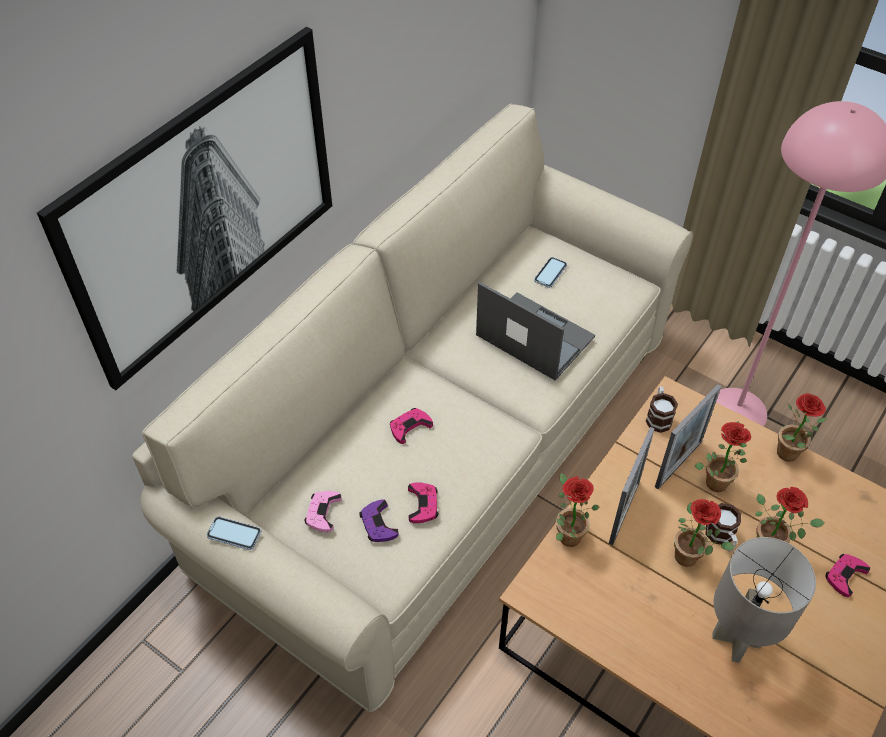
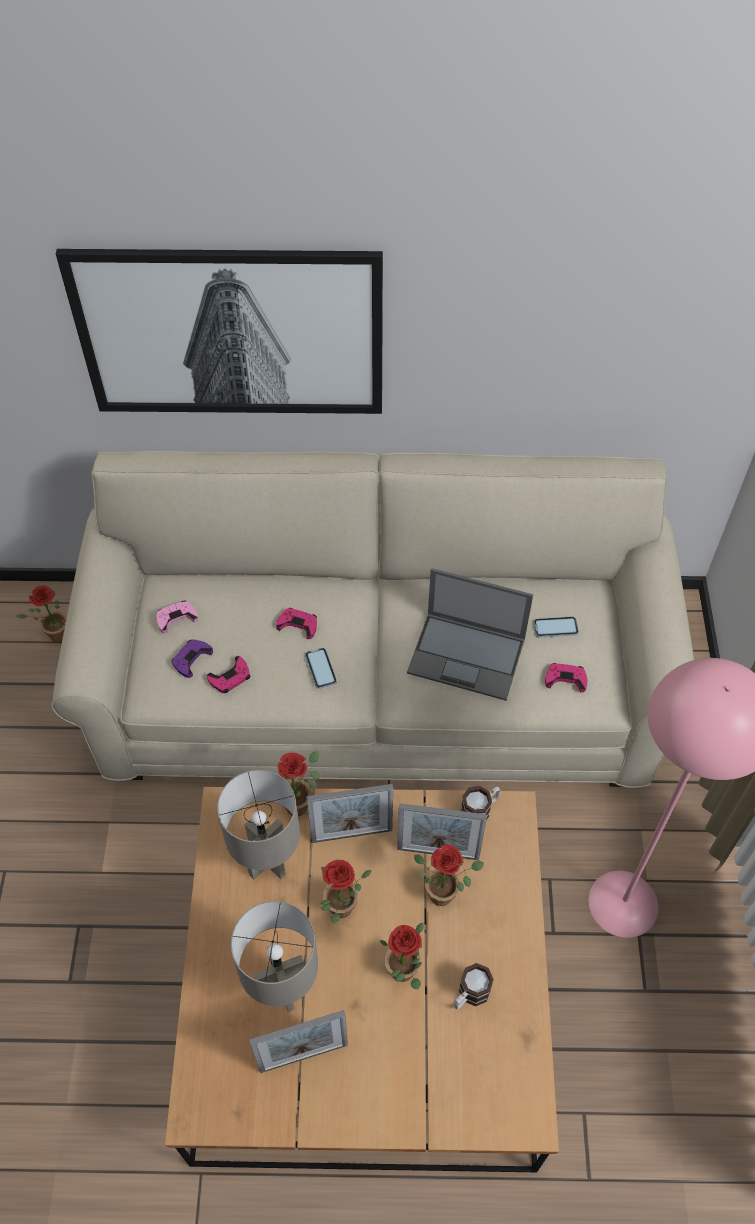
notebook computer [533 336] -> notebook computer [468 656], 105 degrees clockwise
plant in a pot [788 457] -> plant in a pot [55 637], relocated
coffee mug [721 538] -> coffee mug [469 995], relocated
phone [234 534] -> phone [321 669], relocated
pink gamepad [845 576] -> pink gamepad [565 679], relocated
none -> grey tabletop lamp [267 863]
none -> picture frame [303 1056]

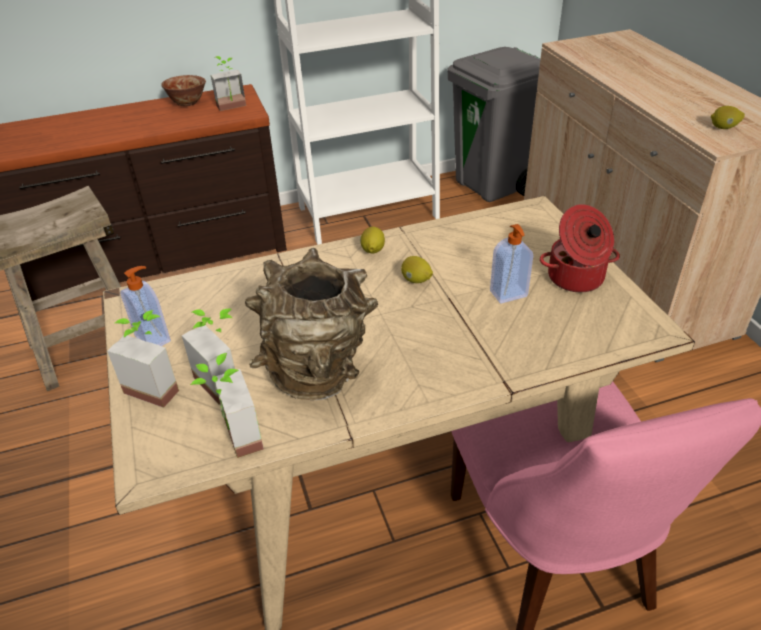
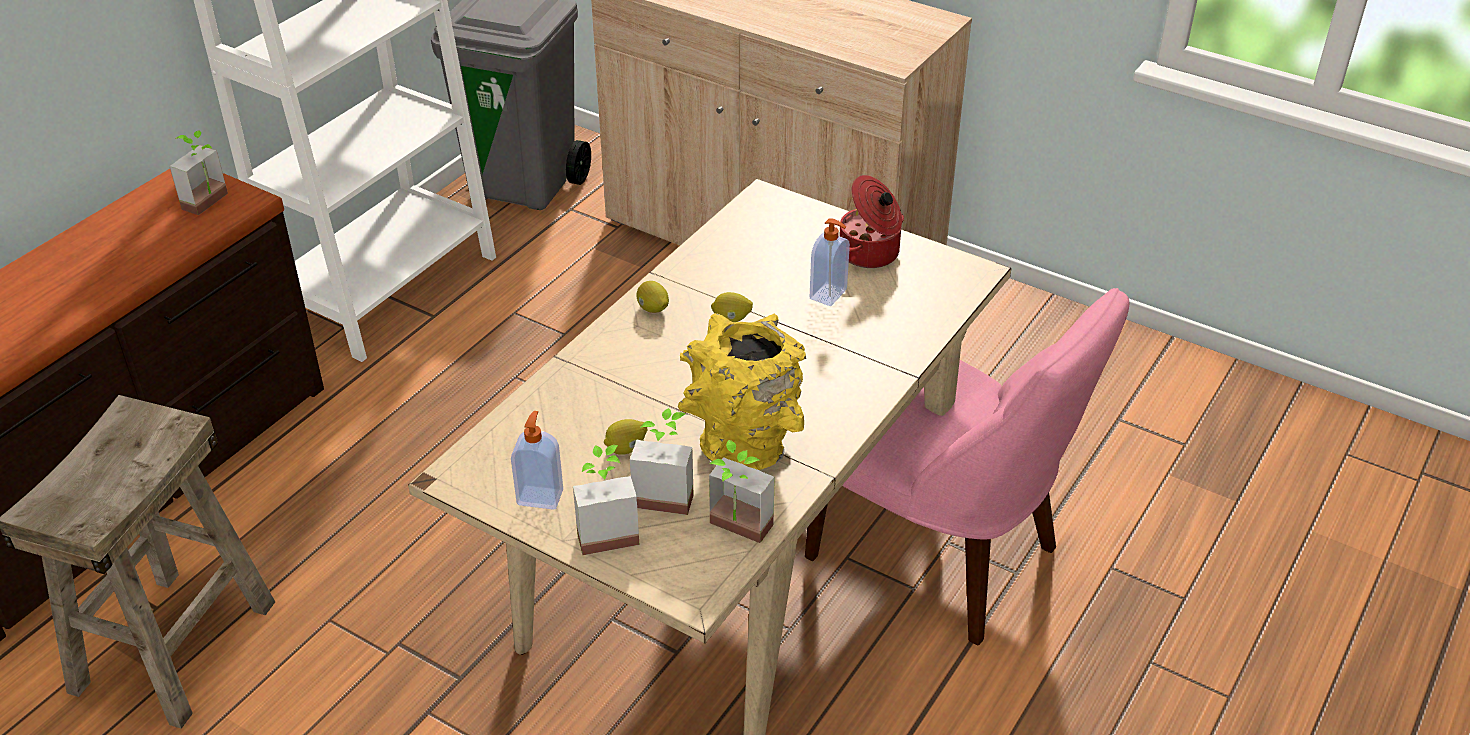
bowl [187 103] -> none
lemon [723 128] -> lemon [626 448], relocated
brown vase [319 372] -> yellow-coloured vase [743 443]

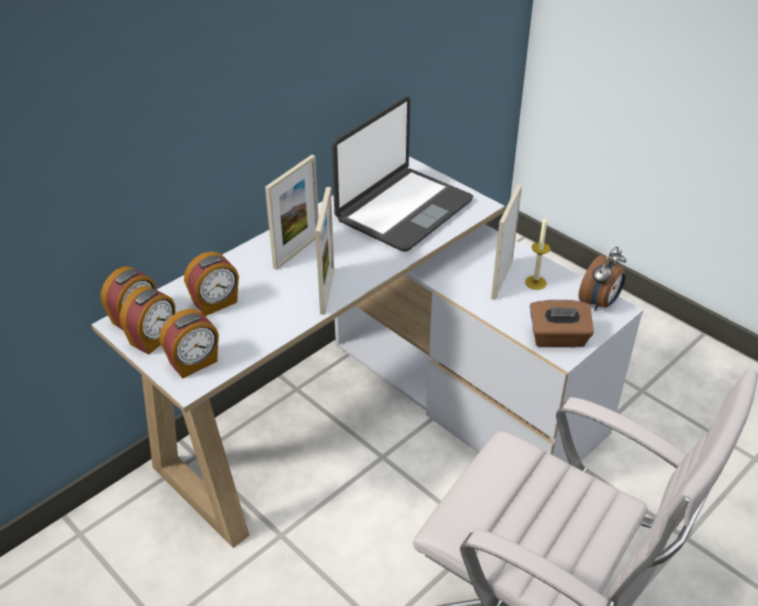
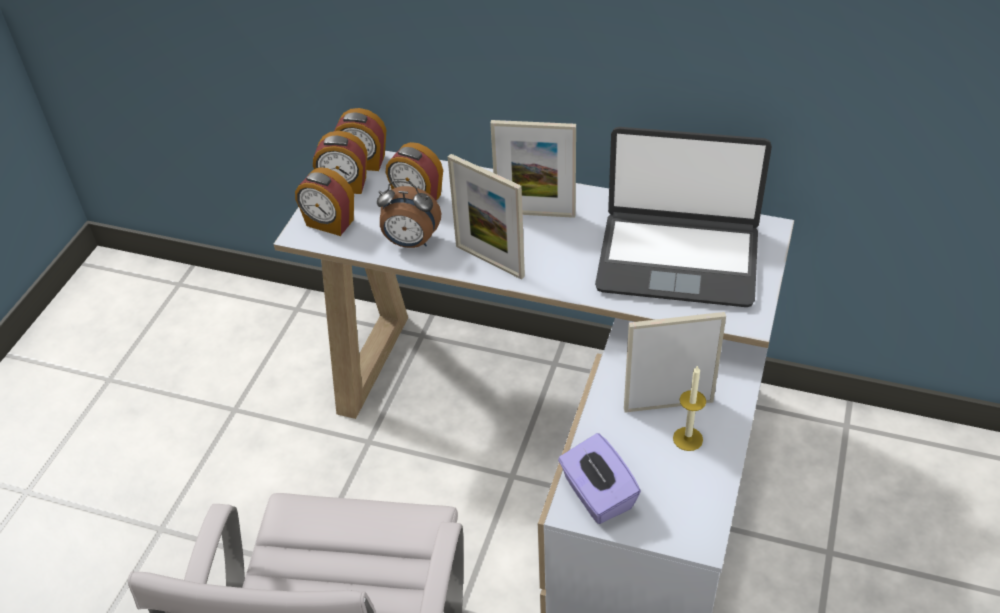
picture frame [327 290] -> picture frame [489 261], 60 degrees clockwise
bedside clock [599 303] -> bedside clock [411 243], relocated
brown box of tissues [558 338] -> purple-coloured box of tissues [597 495]

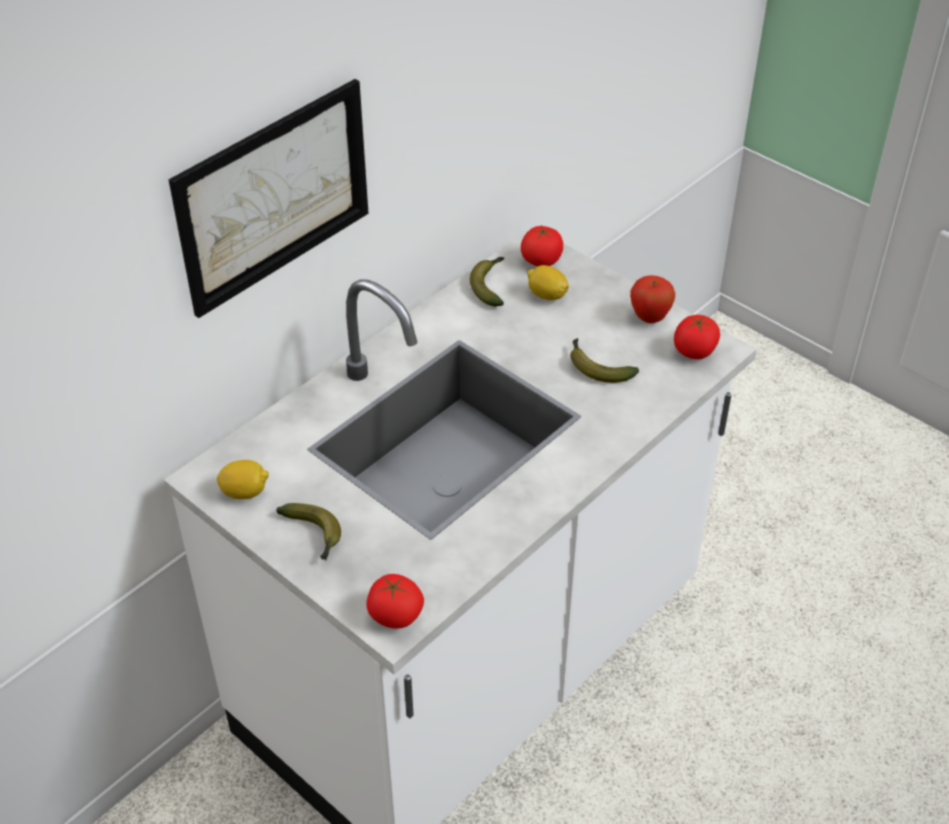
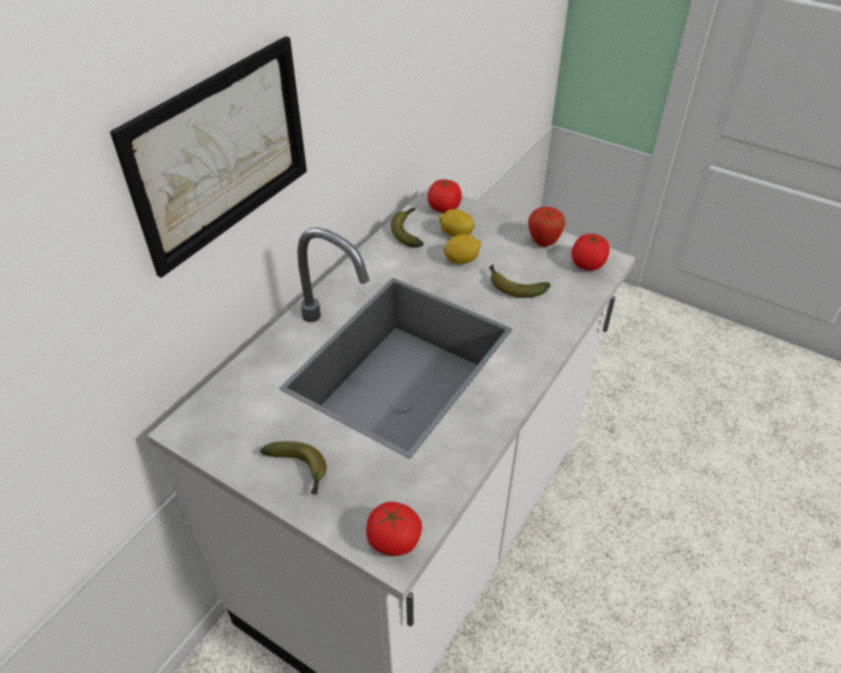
lemon [245 492] -> lemon [461 260], relocated

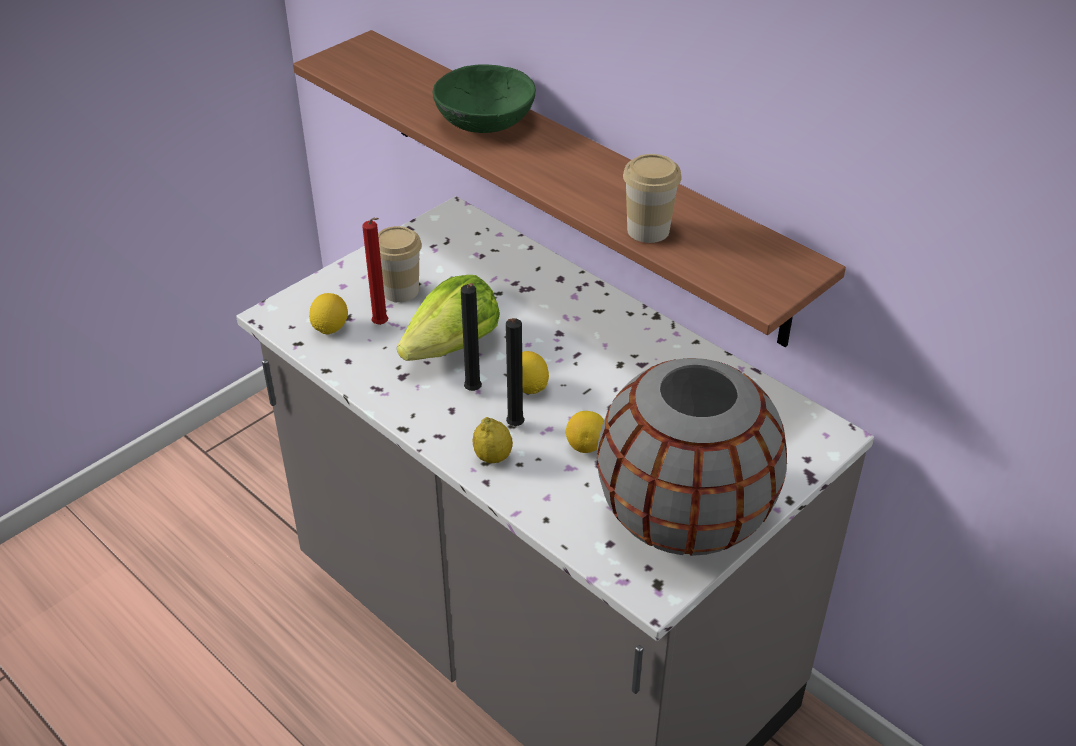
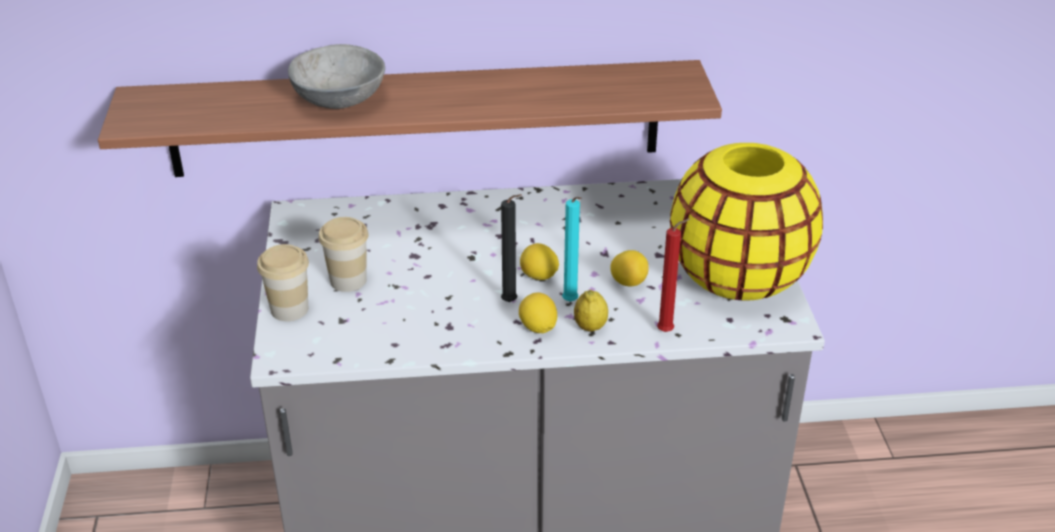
greenish bowl [484 121] -> grey bowl [338 98]
small cup [648 230] -> small cup [289 309], relocated
reddish wax light [382 326] -> reddish wax light [668 331], relocated
head of lettuce [453 347] -> none
lemon [330 328] -> lemon [538 328], relocated
black-coloured wax light [514 427] -> turquoise-coloured wax light [571 303]
grey vase [683 516] -> yellow-coloured vase [738 278]

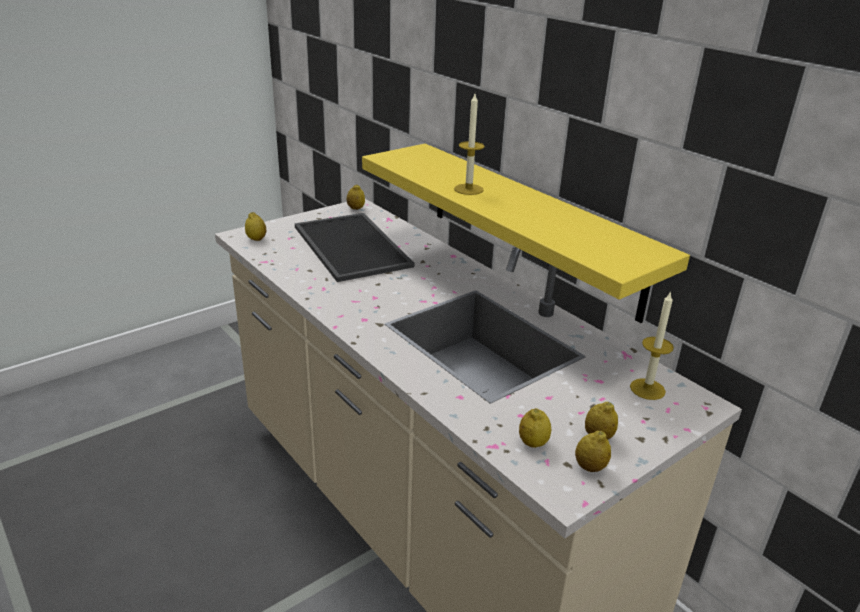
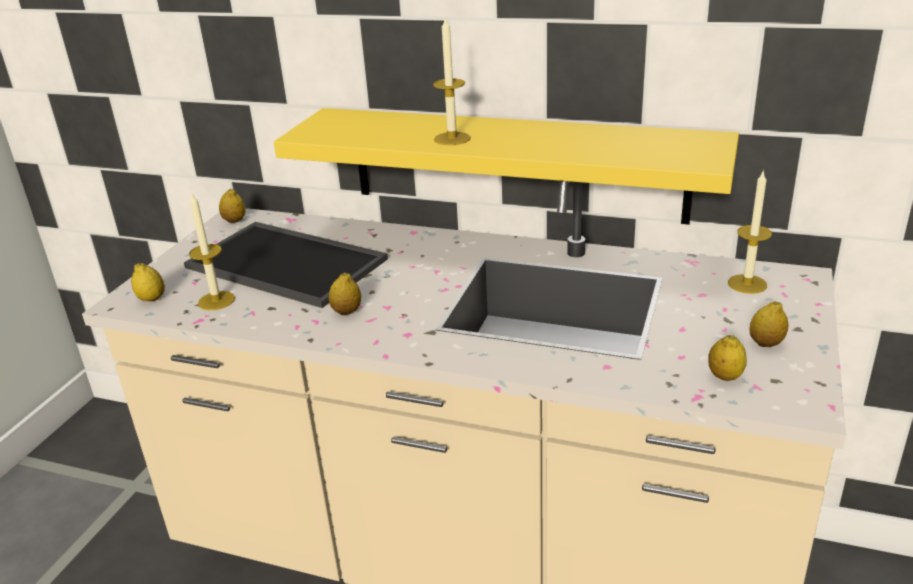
lemon [590 467] -> lemon [347 312], relocated
none -> wax light [216 300]

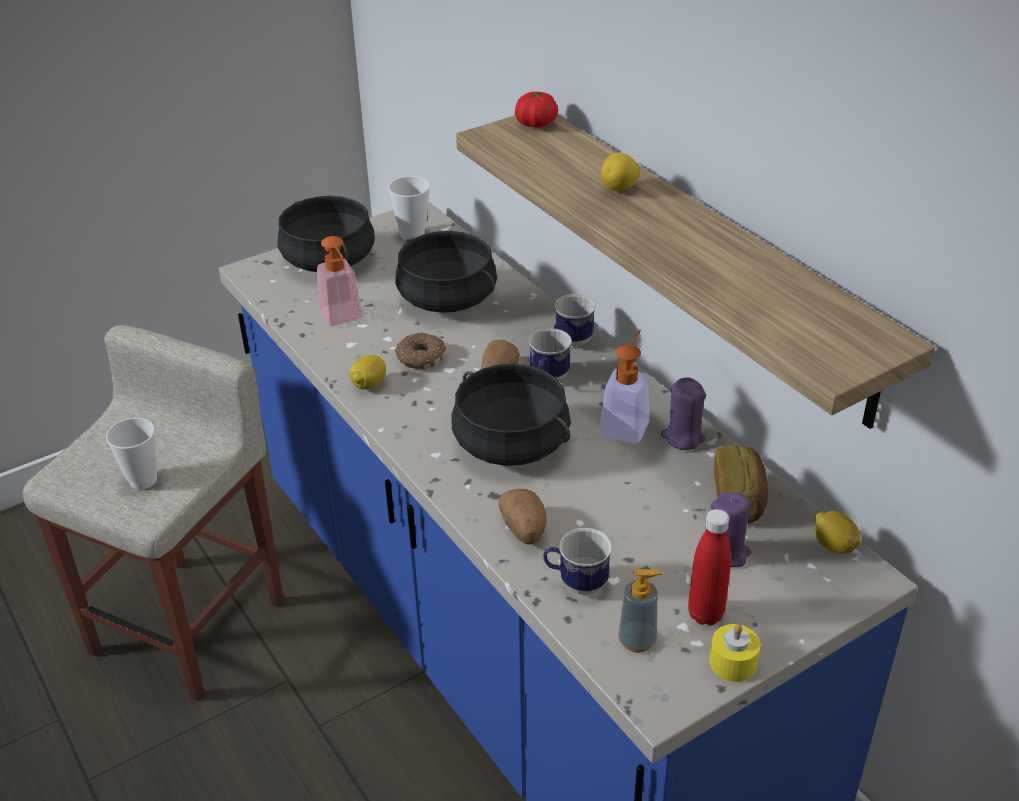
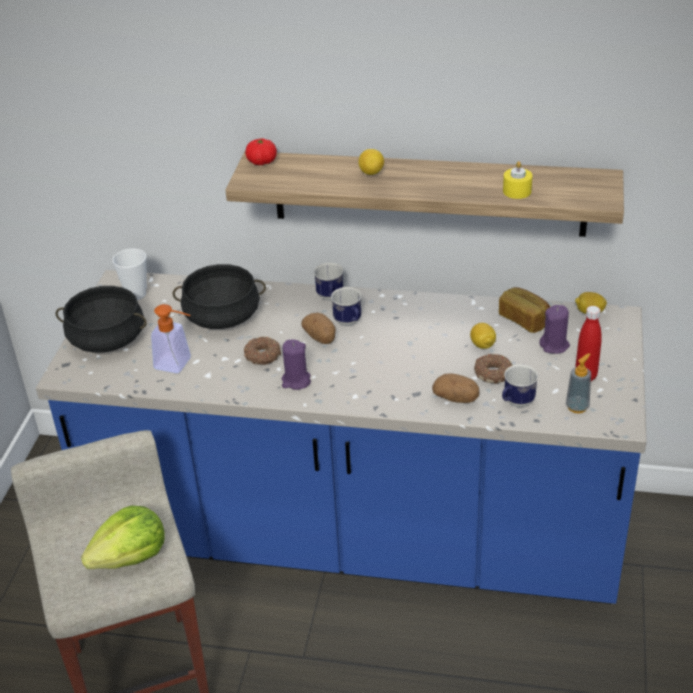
soap bottle [626 423] -> none
lemon [369 385] -> lemon [482 345], relocated
black-coloured stockpot [512 443] -> none
purple-coloured wax light [682 437] -> purple-coloured wax light [296 381], relocated
small cup [143 480] -> head of lettuce [131 557]
yellow-coloured wax light [733 662] -> yellow-coloured wax light [517 191], relocated
none -> doughnut [492 373]

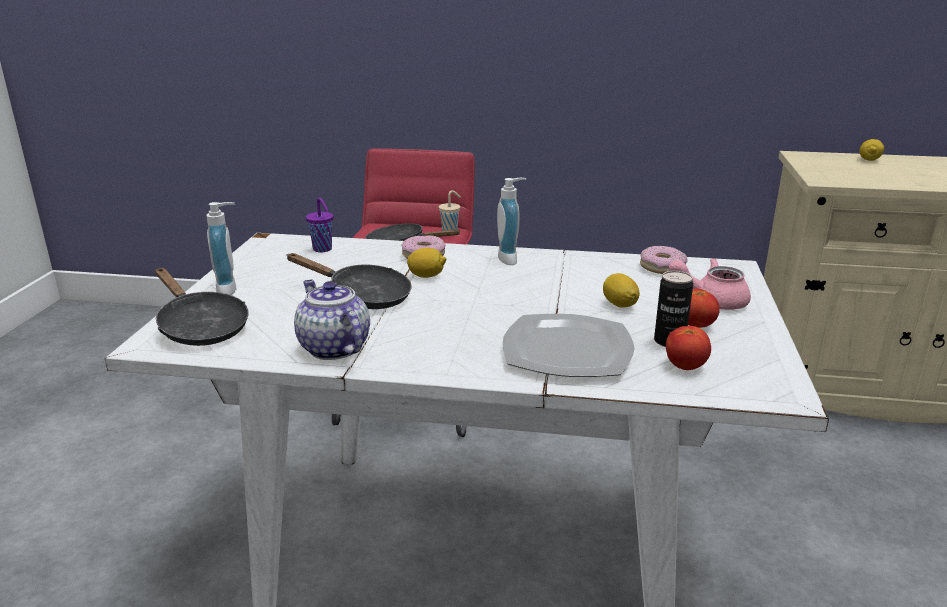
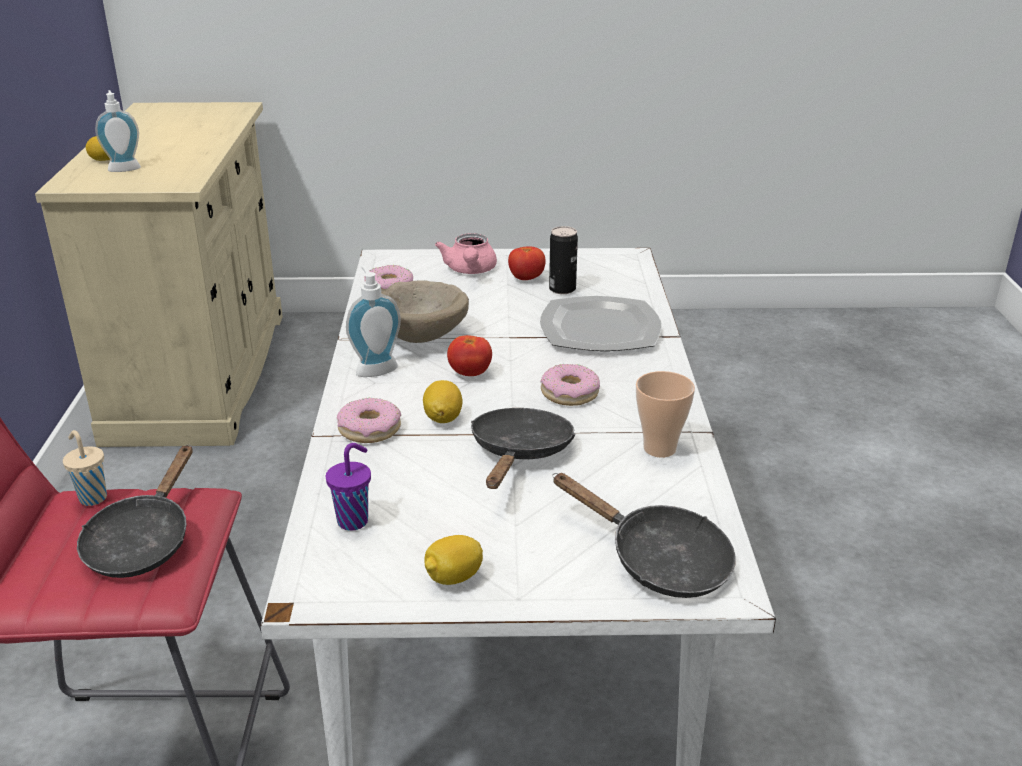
soap bottle [231 290] -> soap bottle [124 168], relocated
black-coloured skillet [200 327] -> black-coloured skillet [659 560], 90 degrees clockwise
lemon [619 304] -> lemon [453 578], relocated
tea pot [332 348] -> small cup [659 448]
fresh tomato [685 366] -> fresh tomato [470 373], relocated
none -> beige bowl [425 336]
none -> doughnut [569 393]

